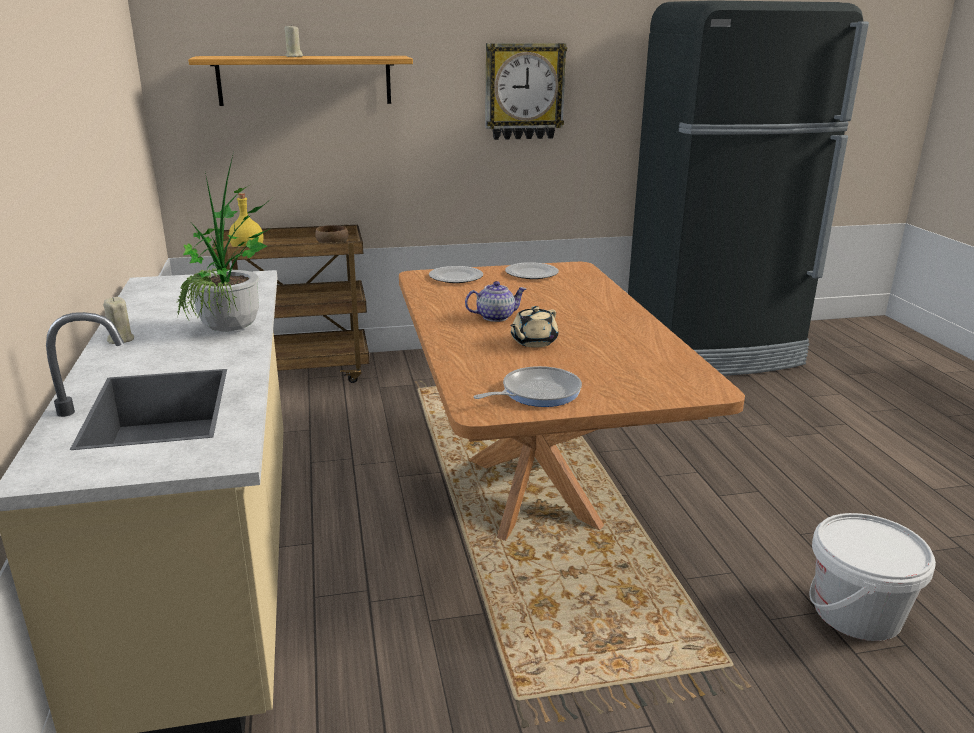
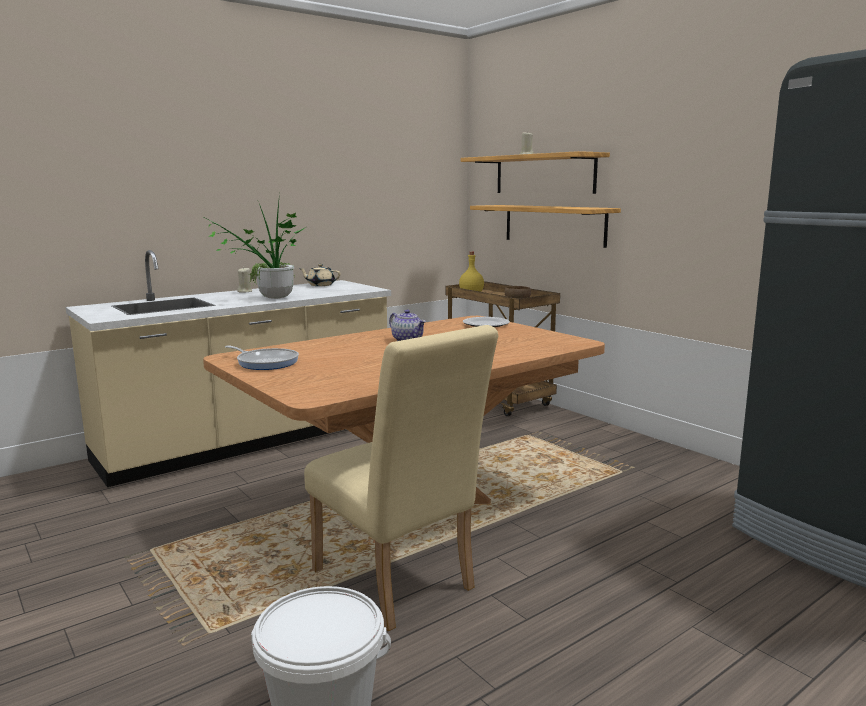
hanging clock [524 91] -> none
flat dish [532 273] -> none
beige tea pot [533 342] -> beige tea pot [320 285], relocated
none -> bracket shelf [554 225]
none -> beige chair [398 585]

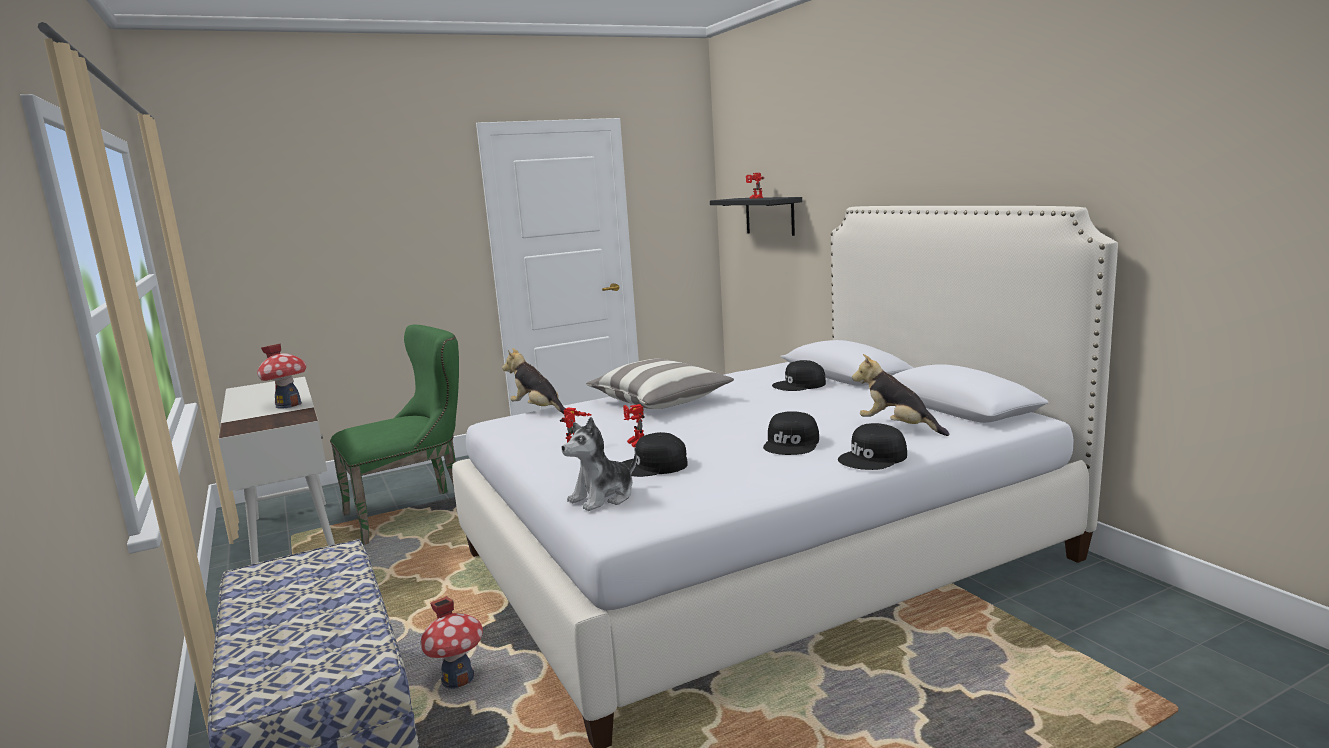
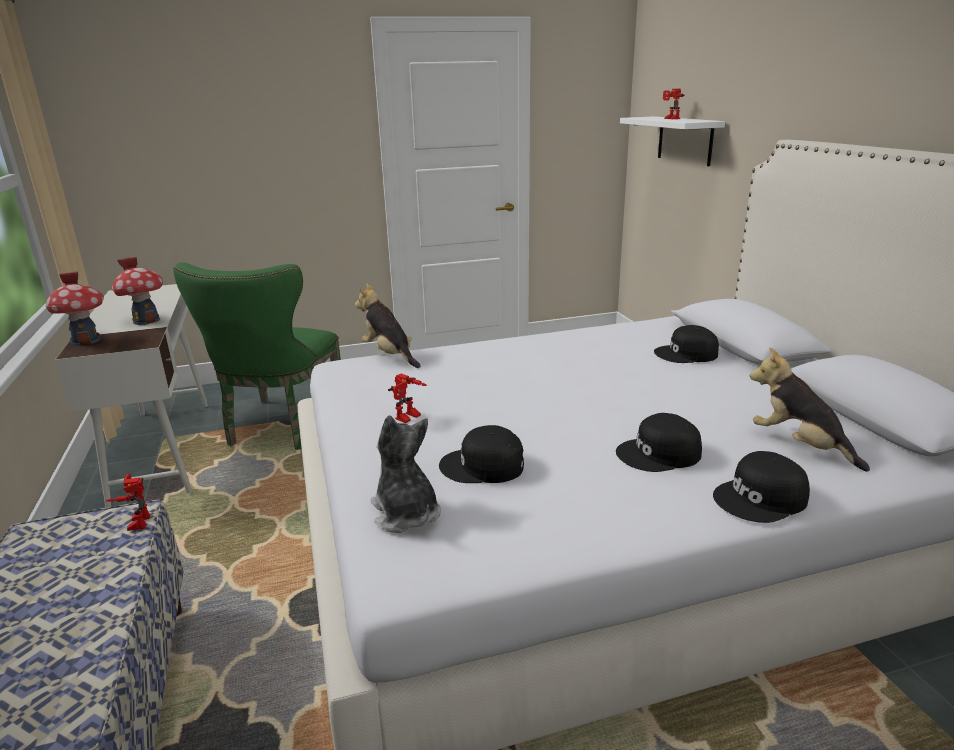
black-coloured bracket shelf [769 216] -> white bracket shelf [685 140]
greenish chair [415 512] -> greenish chair [282 428], 120 degrees clockwise
pillow [659 401] -> none
robot figure [633 443] -> robot figure [136 522], relocated
black-coloured cap [792 444] -> black-coloured cap [659 454], 45 degrees clockwise
plush toy [603 497] -> plush toy [406 514], 90 degrees clockwise
toy house [458 680] -> toy house [86 340], relocated

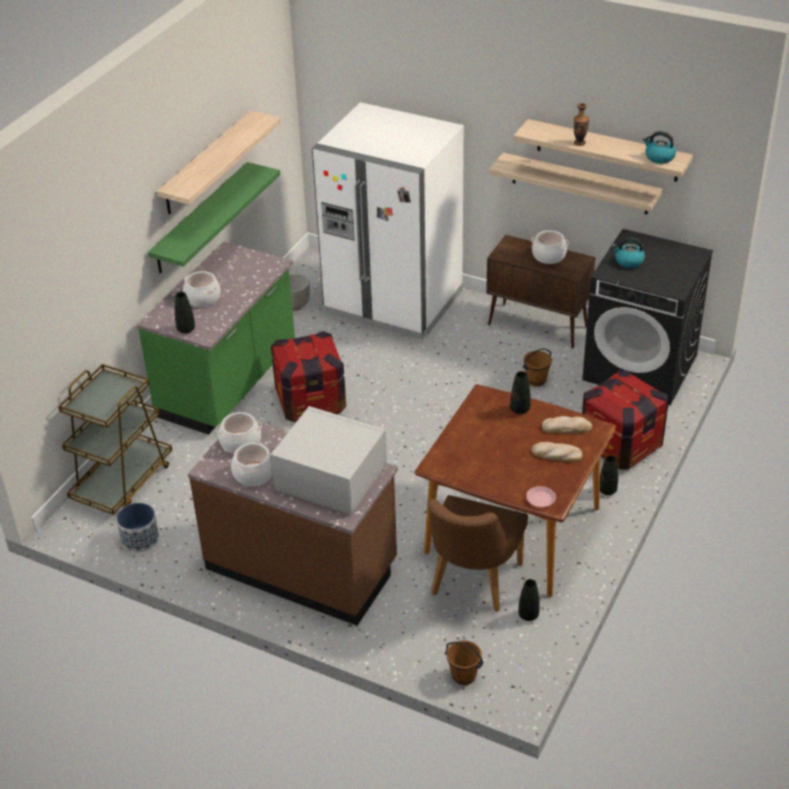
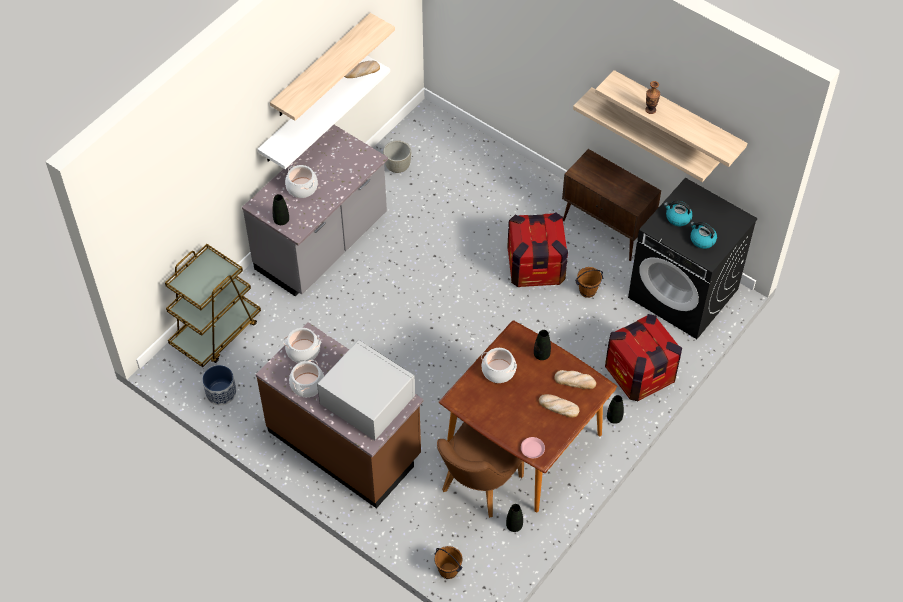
white refrigerator [393 303] -> none
kettle [659 157] -> kettle [702 240], relocated
greenish bracket shelf [201 218] -> white bracket shelf [312 109]
stockpot [549 256] -> stockpot [498 371], relocated
greenish kitchen counter [229 383] -> grey kitchen counter [322 244]
crate [310 402] -> crate [535 267], relocated
none -> baked bread [361 71]

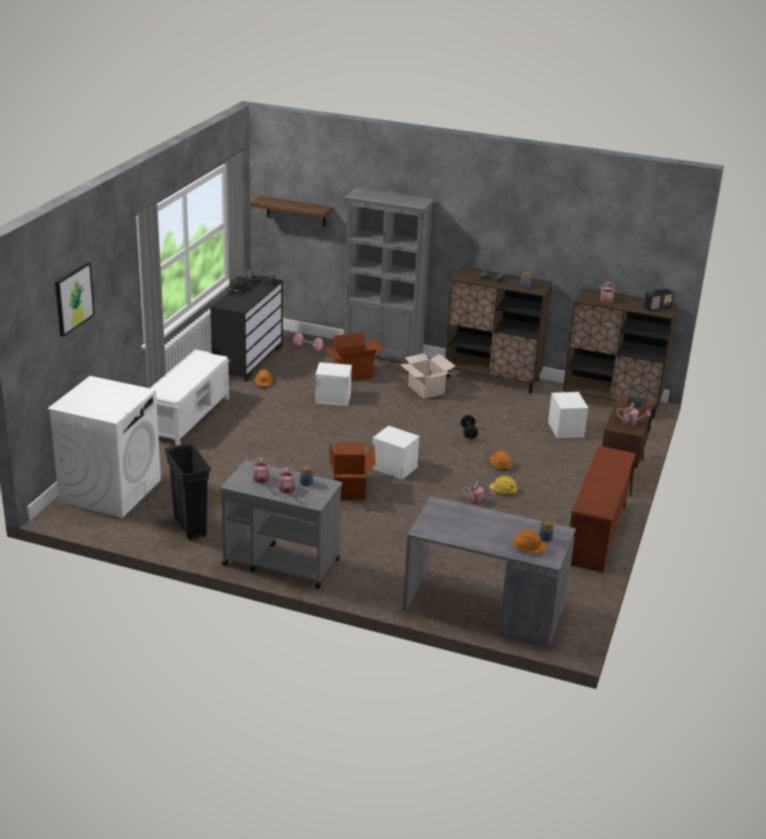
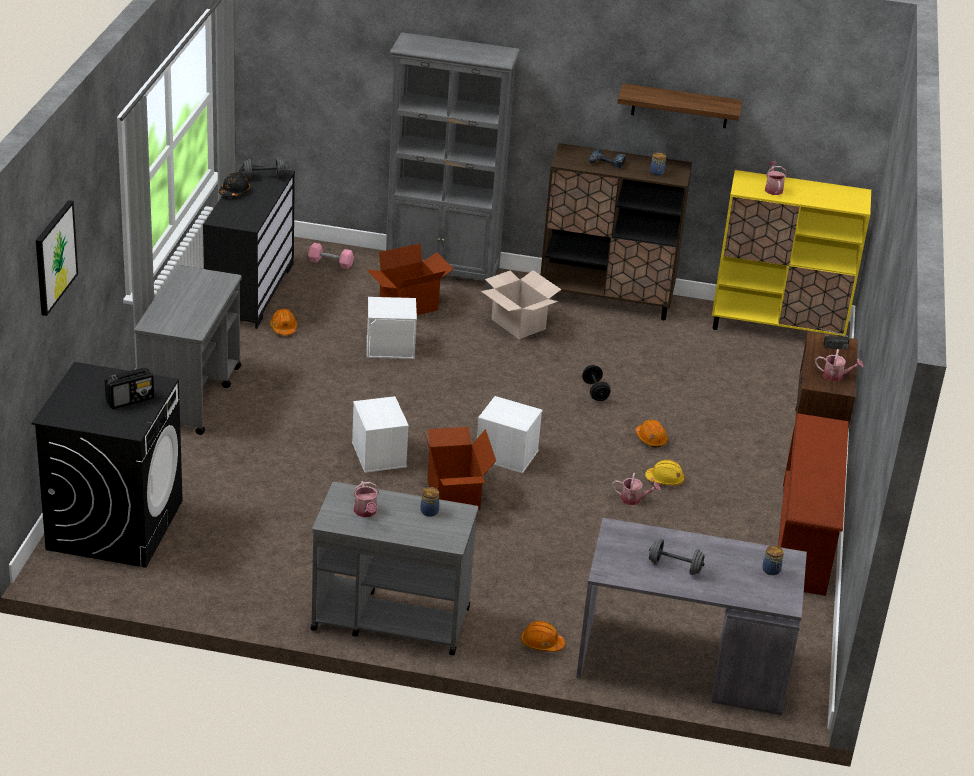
bracket shelf [296 211] -> bracket shelf [680 106], relocated
brown cupboard [611 402] -> yellow-coloured cupboard [777 327]
radio set [657 308] -> radio set [130 400], relocated
white bench [188 417] -> grey cart [191 395]
white laundry appliance [111 490] -> black-coloured laundry appliance [115 524]
white storage bin [565 429] -> white storage bin [378 454], relocated
black-coloured trash can [190 527] -> none
sprinkling can [287 490] -> none
orange work helmet [528 548] -> orange work helmet [541 643], relocated
none -> grey hand weight [675 567]

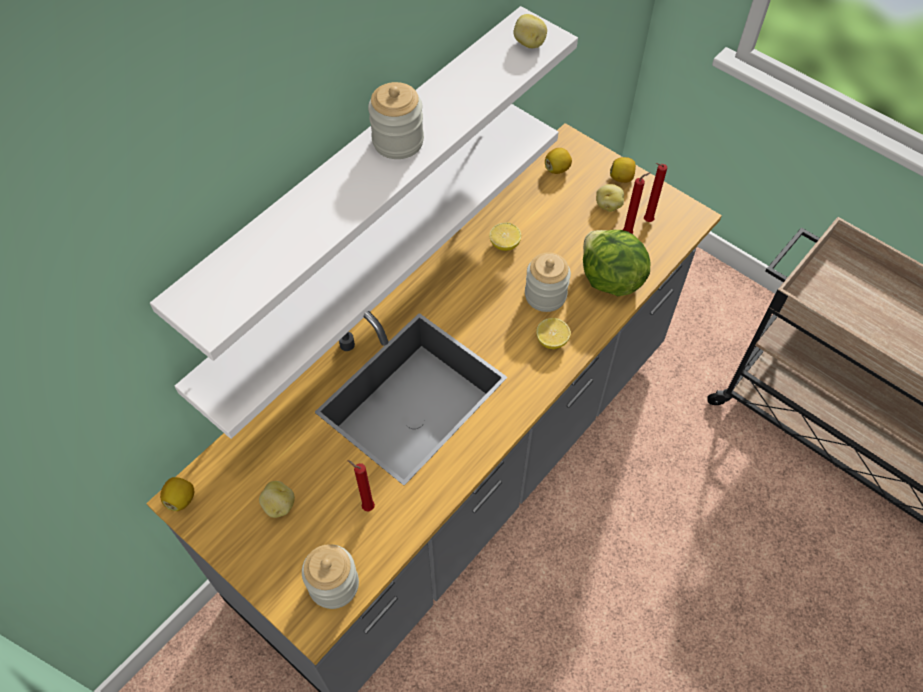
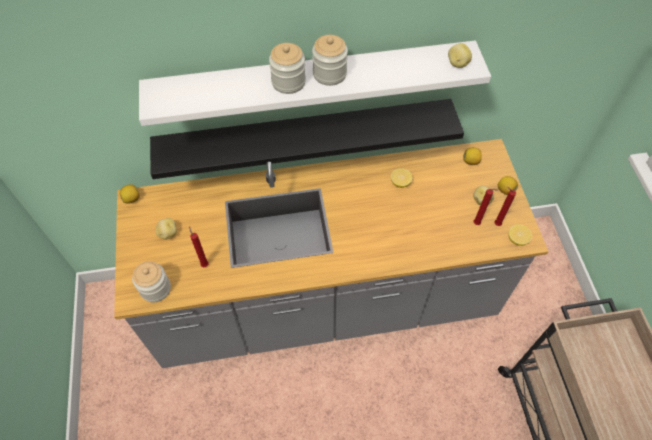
white bracket shelf [361 254] -> black-coloured bracket shelf [304 134]
head of lettuce [609 279] -> none
preserve jar [545 295] -> preserve jar [288 82], relocated
lemon [552 340] -> lemon [517 239], relocated

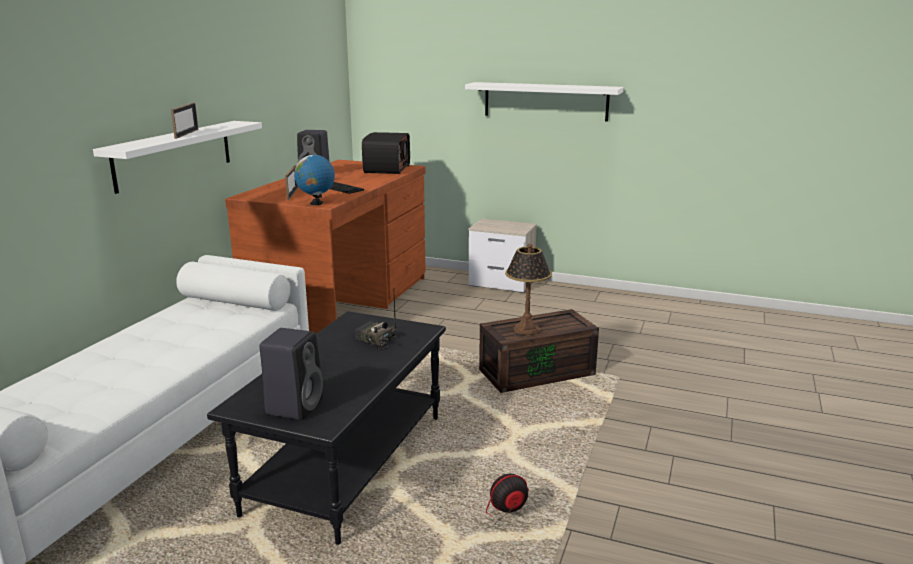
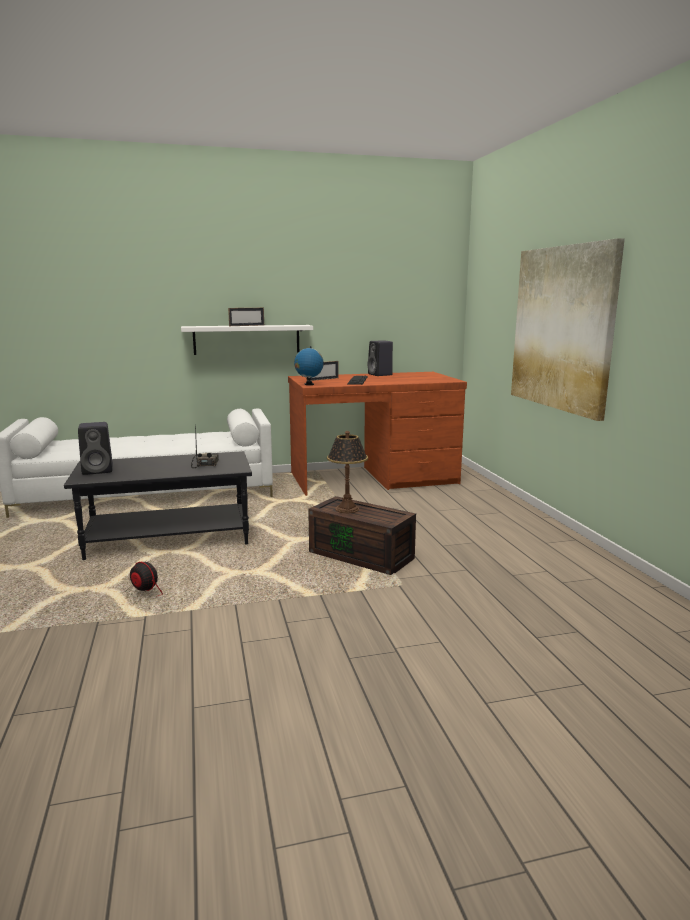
white bracket shelf [545 101] -> wall picture [562 328]
radio set [386 169] -> none
nightstand [502 283] -> none

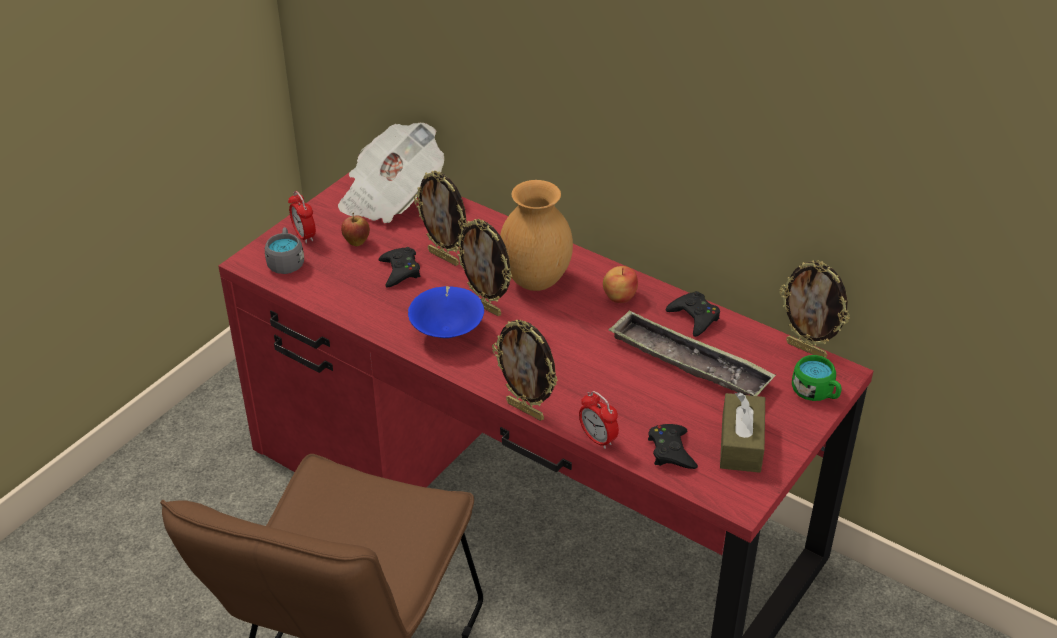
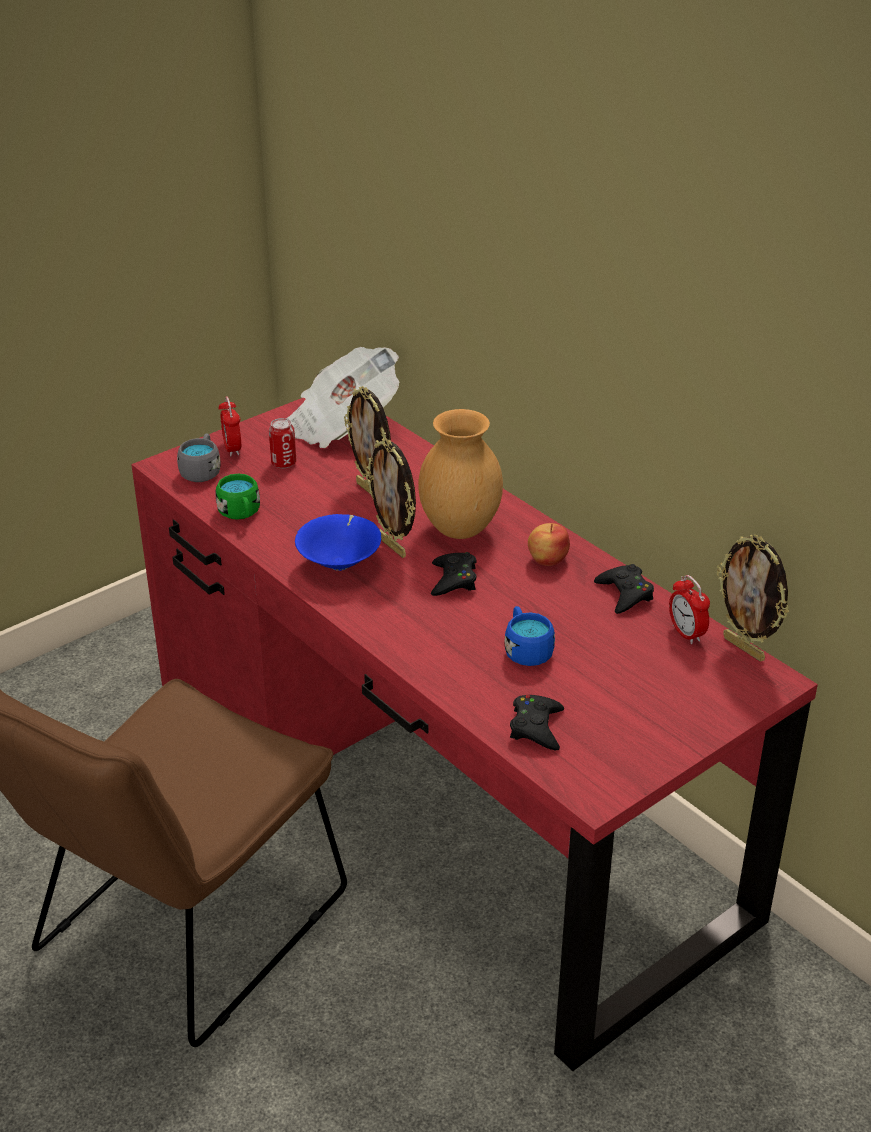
apple fruit [356 242] -> metal can [283 463]
black-coloured gamepad [400 271] -> black-coloured gamepad [453 579], relocated
carrying tray [689 362] -> none
picture frame [526 410] -> none
greenish coffee mug [816 393] -> greenish coffee mug [240 513], relocated
bedside clock [597 439] -> bedside clock [686 633], relocated
brown box of tissues [741 443] -> none
none -> bluish coffee mug [526 649]

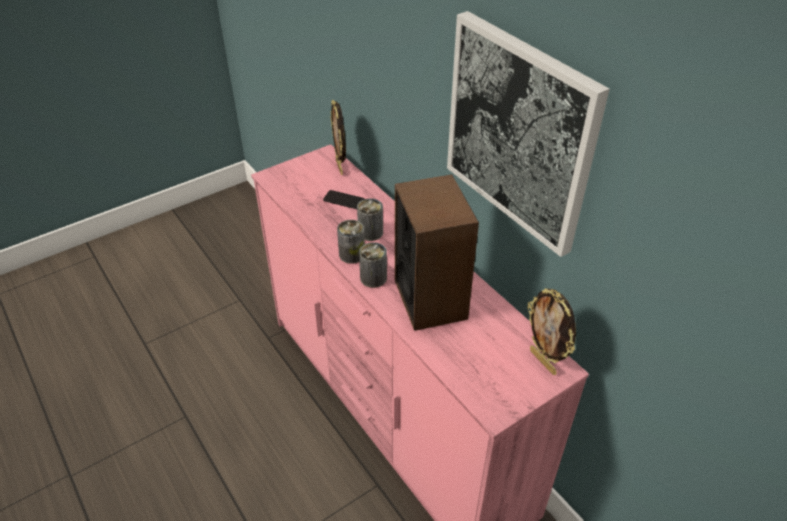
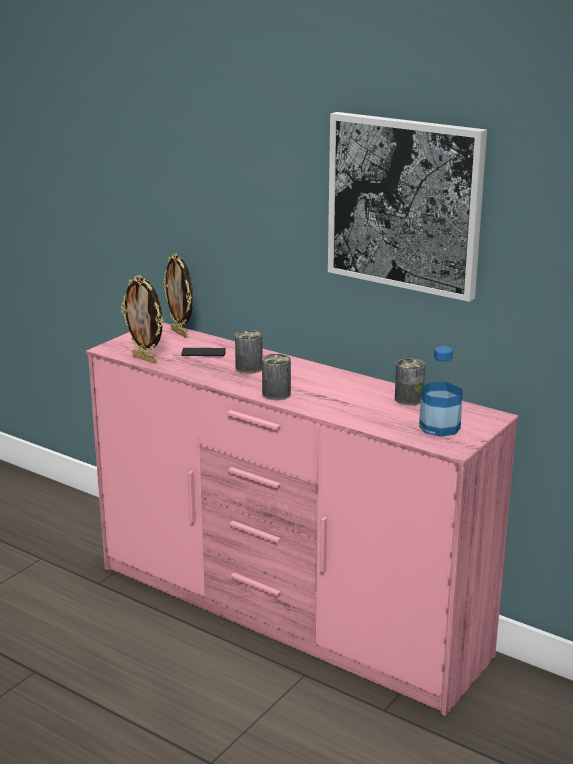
loudspeaker [430 299] -> none
metal can [352 254] -> metal can [409 399], relocated
picture frame [543 362] -> picture frame [145 359], relocated
none -> bottle [439 427]

